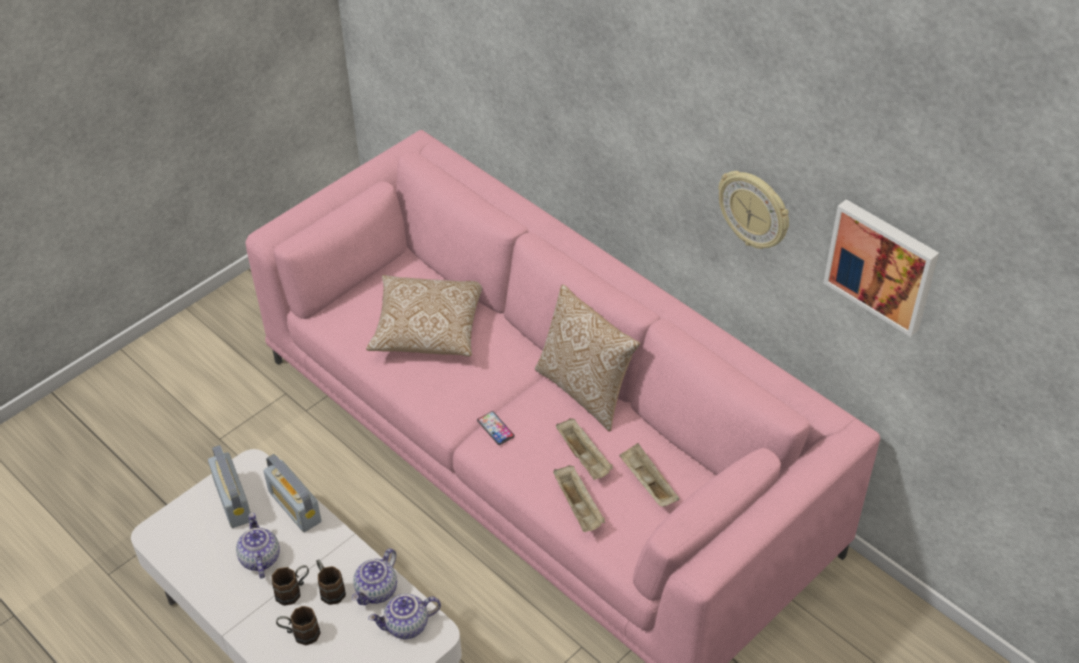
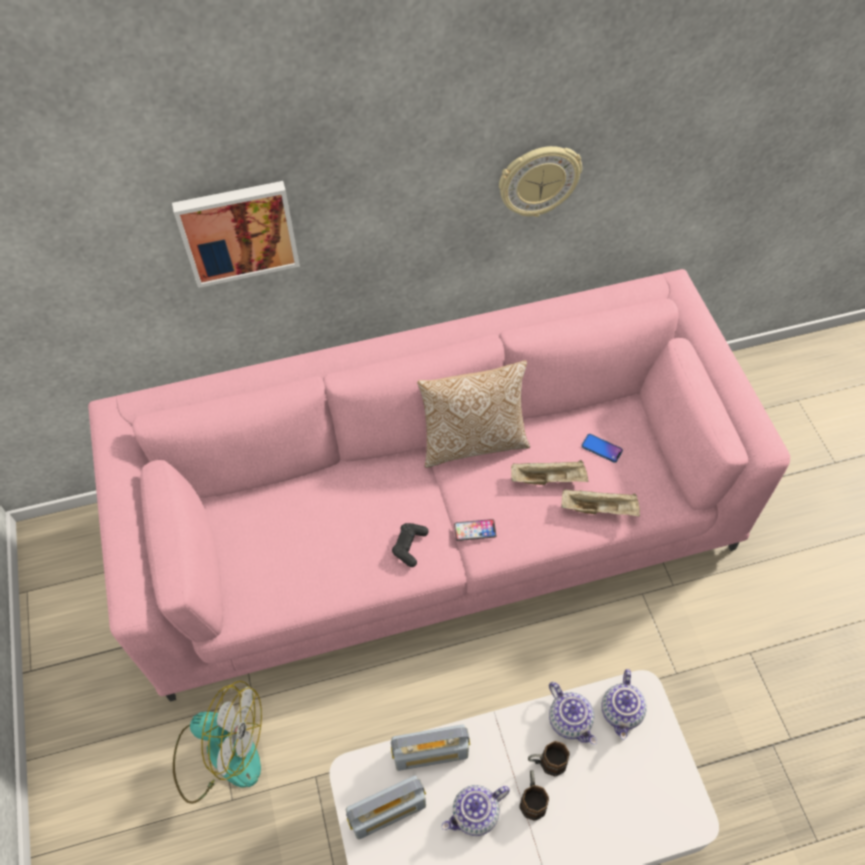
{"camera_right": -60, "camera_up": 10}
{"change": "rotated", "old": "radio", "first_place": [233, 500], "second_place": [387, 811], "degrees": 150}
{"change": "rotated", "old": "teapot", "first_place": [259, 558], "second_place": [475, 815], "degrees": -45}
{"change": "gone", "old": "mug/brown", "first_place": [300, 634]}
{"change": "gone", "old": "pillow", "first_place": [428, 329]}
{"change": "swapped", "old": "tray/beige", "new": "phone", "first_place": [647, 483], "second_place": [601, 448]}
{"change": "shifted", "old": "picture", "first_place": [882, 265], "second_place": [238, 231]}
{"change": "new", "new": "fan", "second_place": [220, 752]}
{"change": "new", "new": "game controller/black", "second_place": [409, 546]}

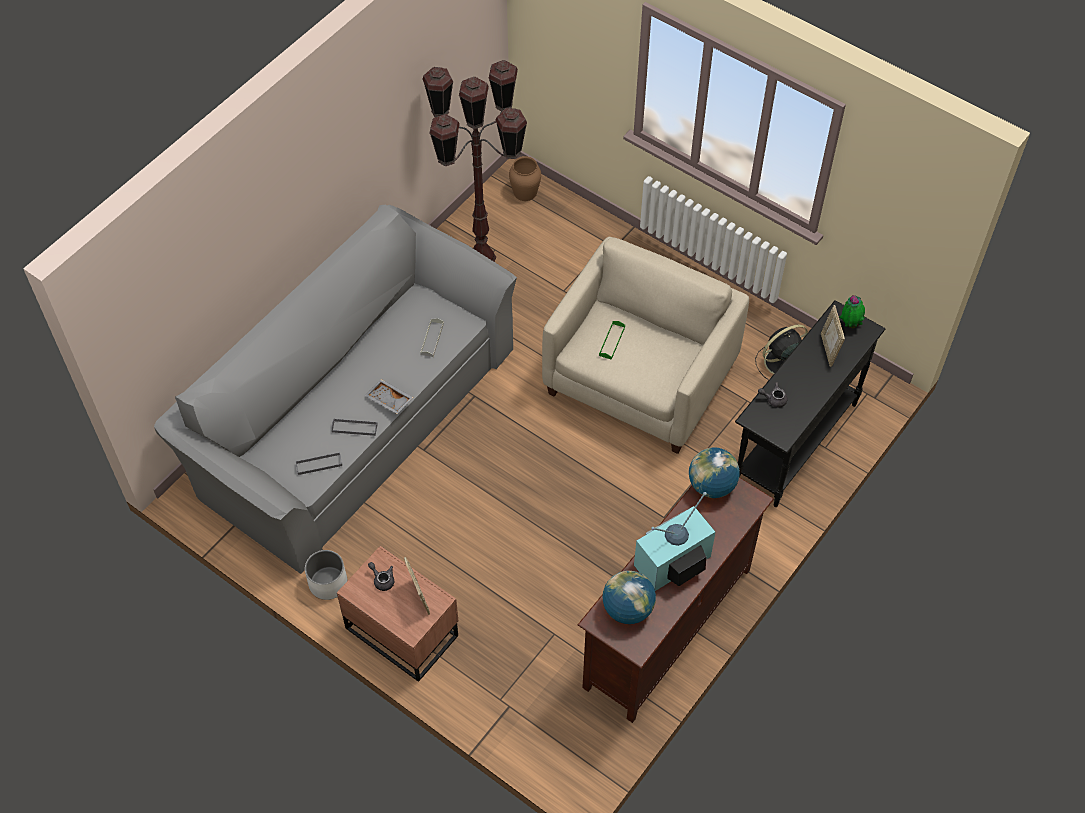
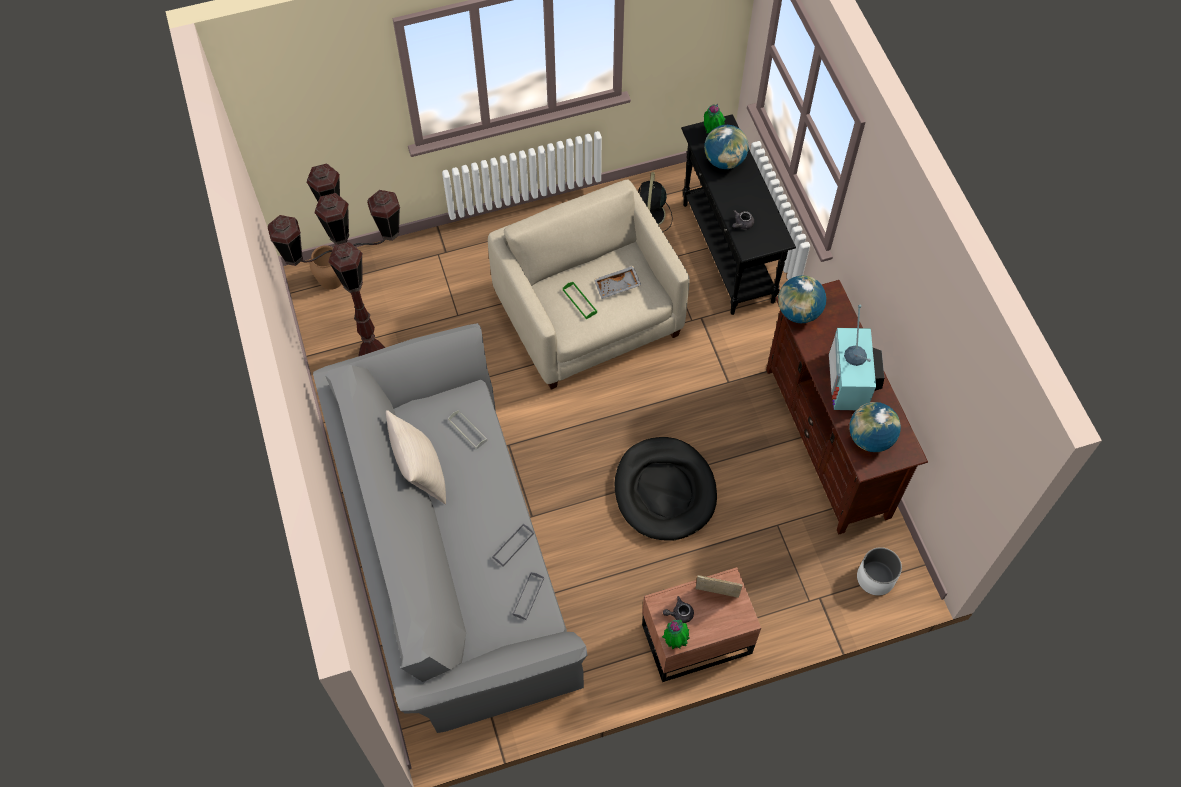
{"camera_right": -55, "camera_up": 5}
{"change": "shifted", "old": "planter/white", "first_place": [328, 583], "second_place": [875, 578]}
{"change": "shifted", "old": "tray/grey", "first_place": [388, 400], "second_place": [617, 286]}
{"change": "swapped", "old": "picture frame", "new": "globe", "first_place": [828, 349], "second_place": [724, 160]}
{"change": "new", "new": "pillow/beige", "second_place": [421, 473]}
{"change": "new", "new": "dog bed/black", "second_place": [665, 491]}
{"change": "new", "new": "potted plant", "second_place": [675, 640]}

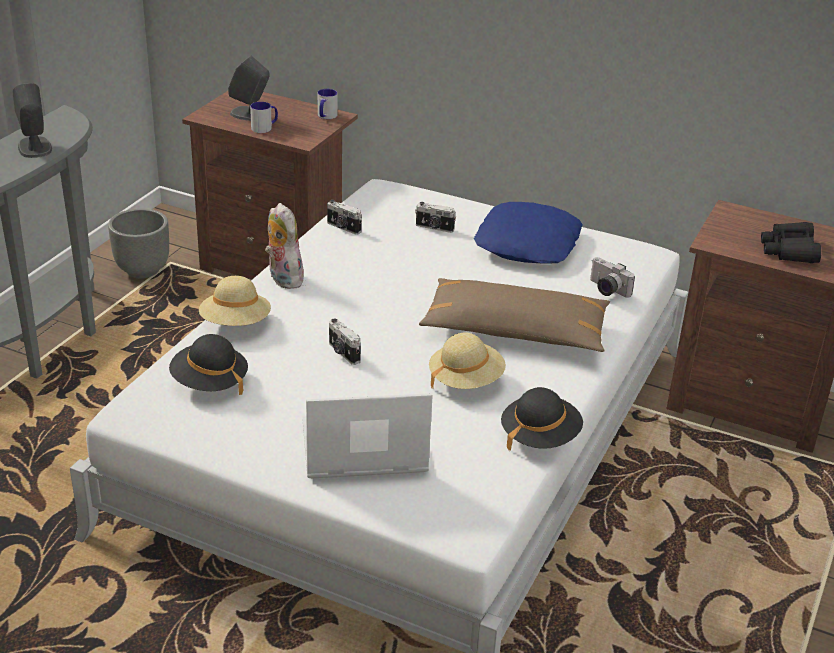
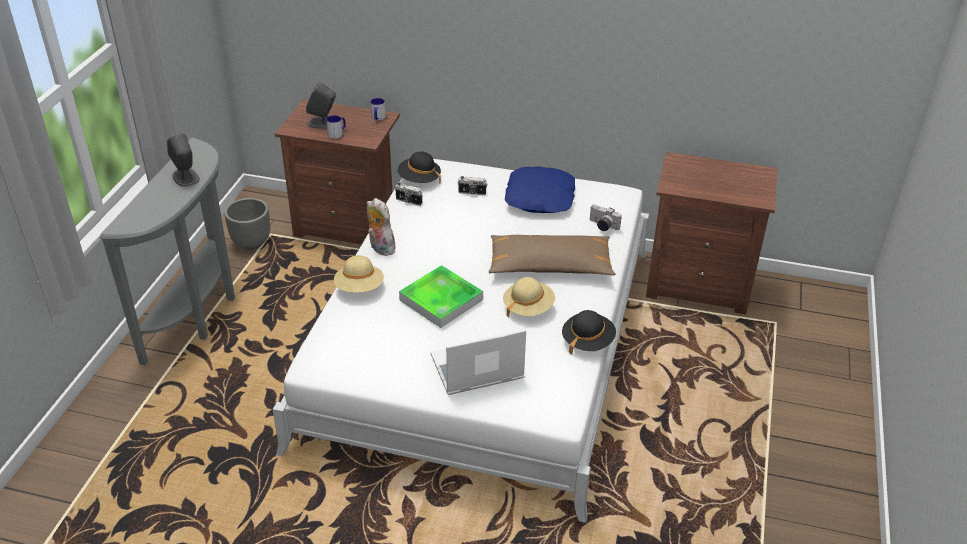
{"camera_right": -10, "camera_up": 5}
{"change": "shifted", "old": "hat/black", "first_place": [209, 382], "second_place": [419, 179]}
{"change": "swapped", "old": "photo camera", "new": "tray", "first_place": [343, 353], "second_place": [441, 300]}
{"change": "gone", "old": "binoculars/black", "first_place": [789, 250]}

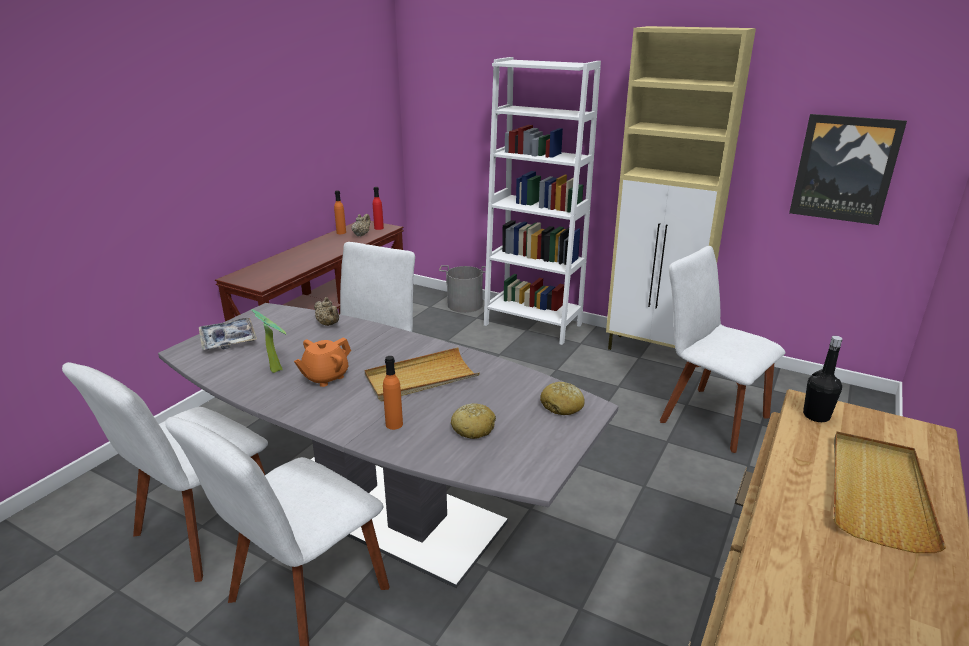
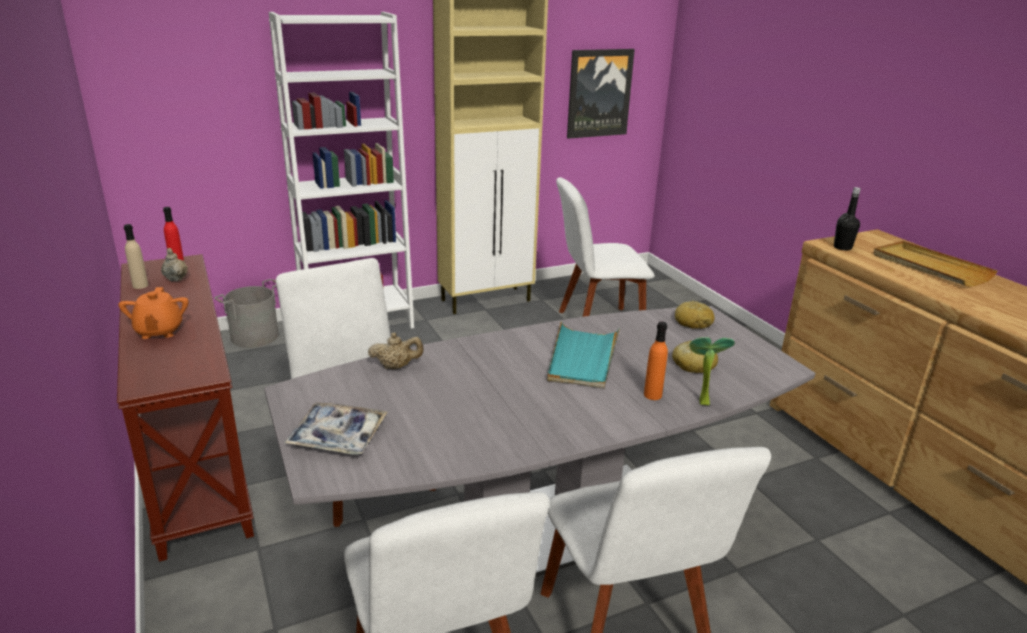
{"camera_right": -55, "camera_up": 0}
{"change": "shifted", "old": "potted plant", "first_place": [277, 369], "second_place": [701, 401]}
{"change": "shifted", "old": "teapot/orange", "first_place": [325, 377], "second_place": [159, 331]}
{"change": "repainted", "old": "bottle/orange", "new": "bottle/beige", "first_place": [341, 232], "second_place": [140, 286]}
{"change": "repainted", "old": "tray/beige", "new": "tray/turquoise", "first_place": [421, 378], "second_place": [582, 358]}

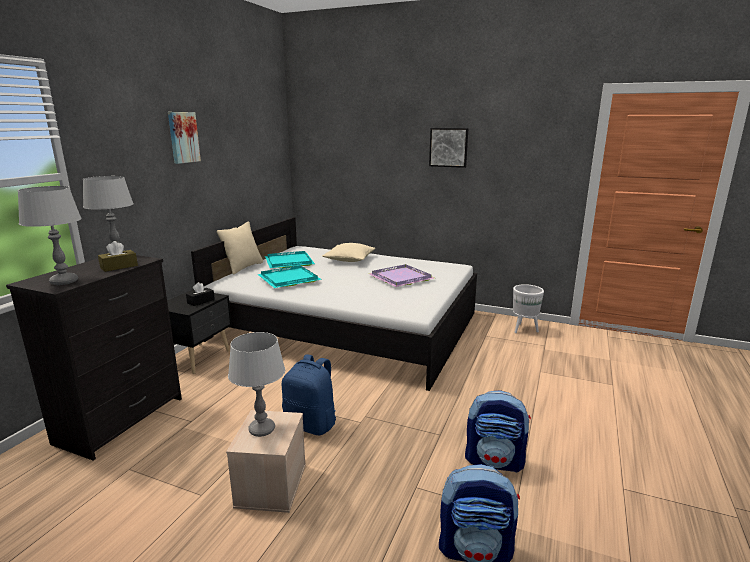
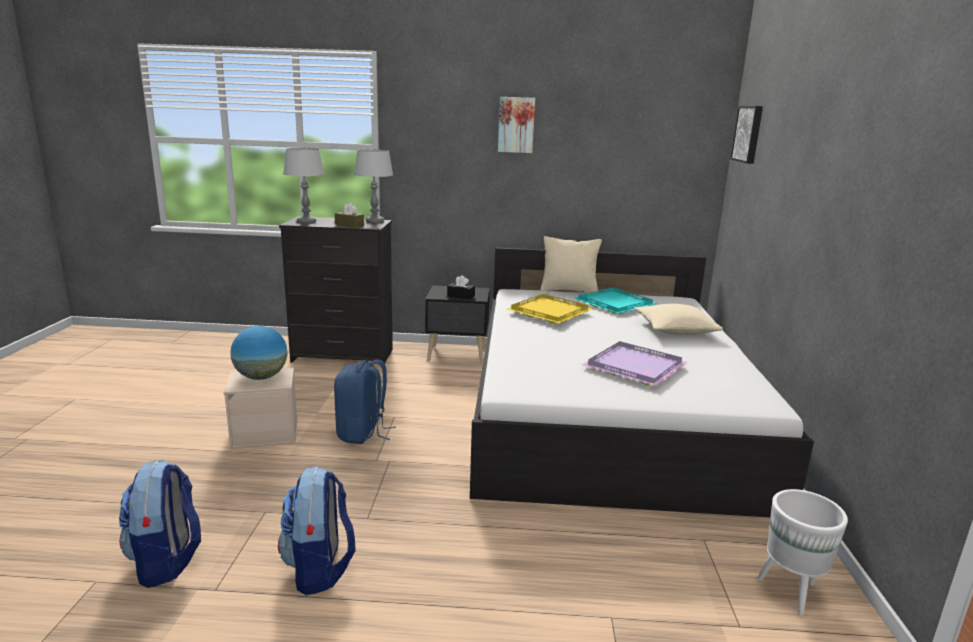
{"camera_right": 70, "camera_up": 0}
{"change": "swapped", "old": "table lamp/grey", "new": "globe", "first_place": [262, 430], "second_place": [261, 377]}
{"change": "repainted", "old": "tray/turquoise", "new": "tray/yellow", "first_place": [287, 279], "second_place": [549, 311]}
{"change": "shifted", "old": "picture", "first_place": [448, 147], "second_place": [749, 134]}

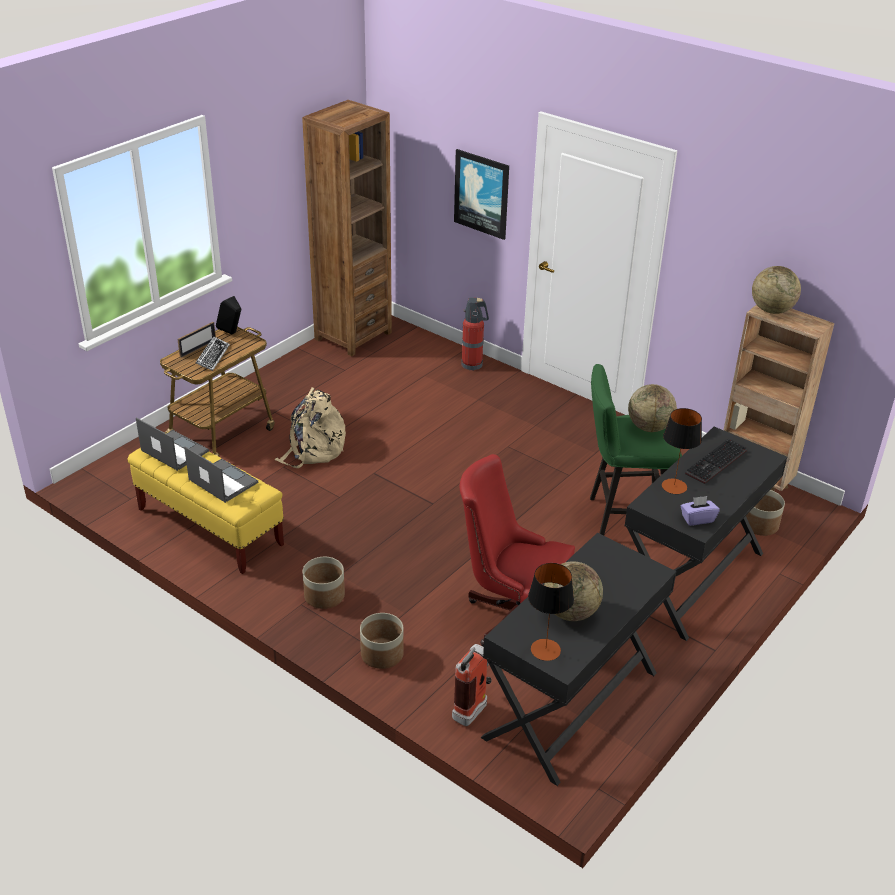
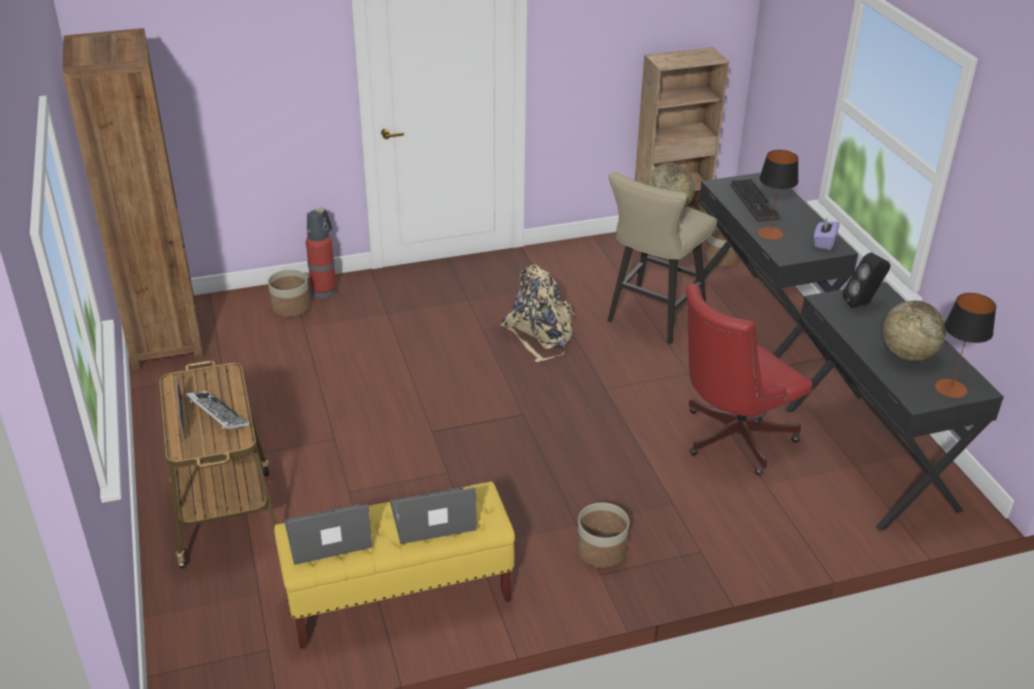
{"camera_right": -55, "camera_up": 0}
{"change": "shifted", "old": "speaker/black", "first_place": [232, 333], "second_place": [862, 304]}
{"change": "shifted", "old": "backpack/beige", "first_place": [313, 450], "second_place": [540, 335]}
{"change": "shifted", "old": "planter", "first_place": [381, 654], "second_place": [291, 307]}
{"change": "gone", "old": "fire extinguisher", "first_place": [473, 707]}
{"change": "gone", "old": "picture", "first_place": [482, 193]}
{"change": "repainted", "old": "stool/green", "new": "stool/beige", "first_place": [621, 519], "second_place": [651, 319]}
{"change": "gone", "old": "globe", "first_place": [771, 310]}

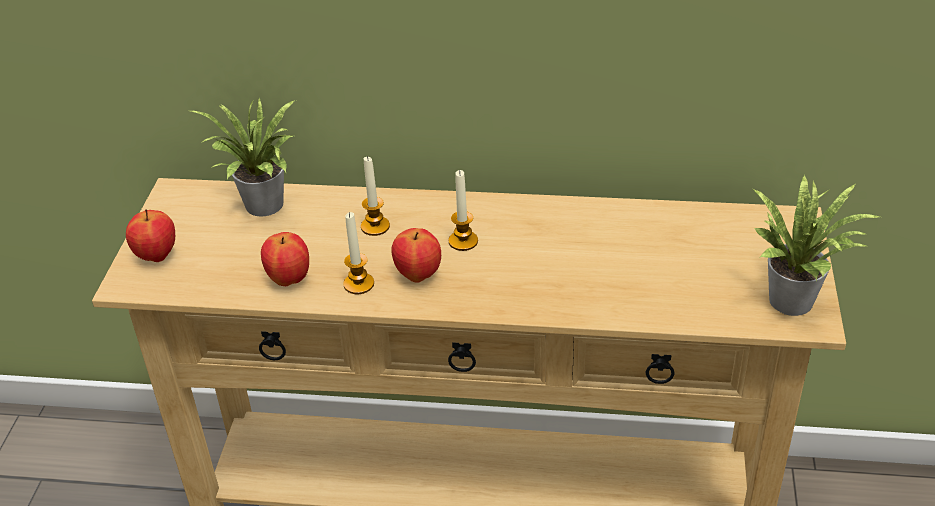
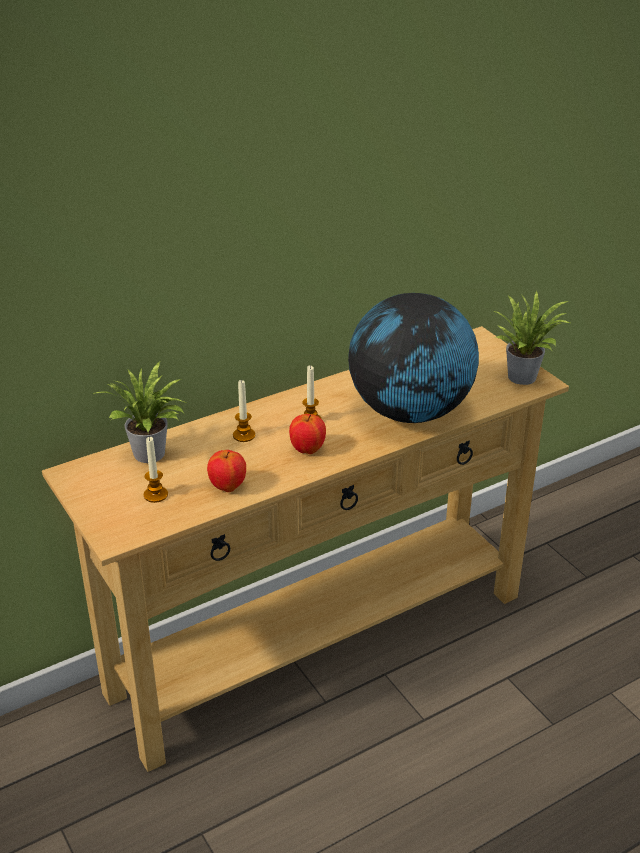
{"camera_right": -40, "camera_up": -5}
{"change": "gone", "old": "apple", "first_place": [157, 256]}
{"change": "shifted", "old": "candle", "first_place": [359, 284], "second_place": [155, 495]}
{"change": "new", "new": "globe", "second_place": [410, 412]}

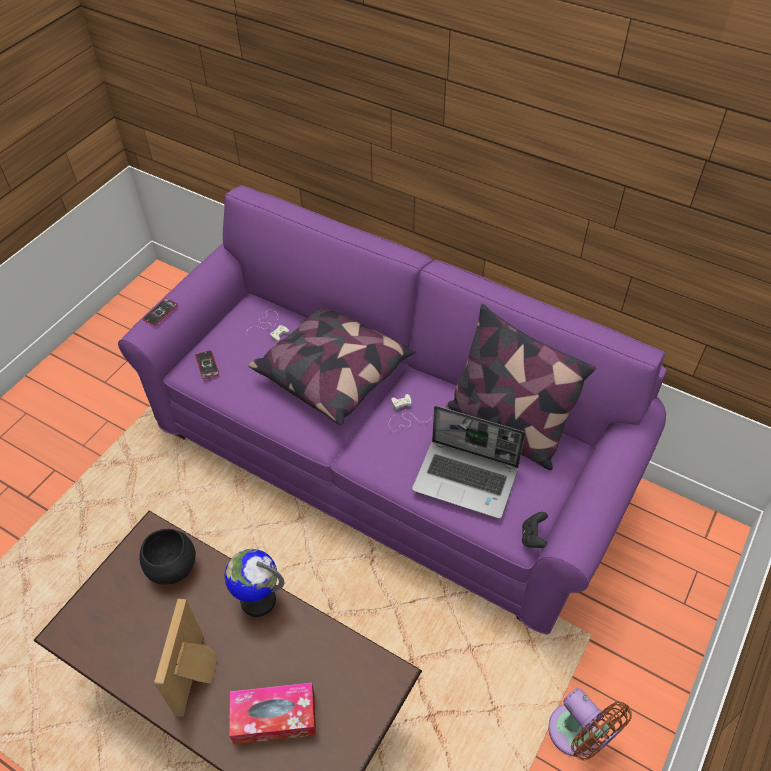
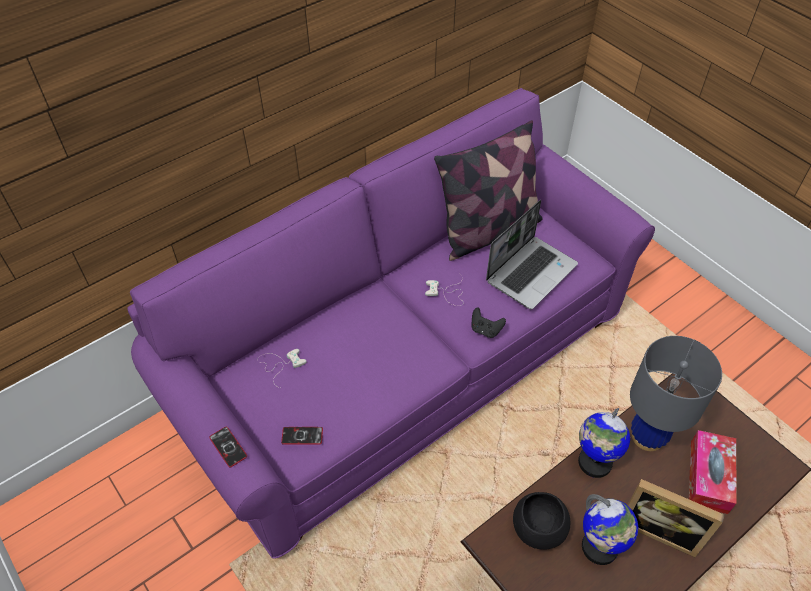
{"camera_right": -70, "camera_up": 0}
{"change": "gone", "old": "pillow", "first_place": [334, 372]}
{"change": "shifted", "old": "game controller/black", "first_place": [533, 537], "second_place": [485, 330]}
{"change": "gone", "old": "fan/brown", "first_place": [578, 735]}
{"change": "new", "new": "globe", "second_place": [599, 547]}
{"change": "new", "new": "table lamp/grey", "second_place": [648, 436]}

